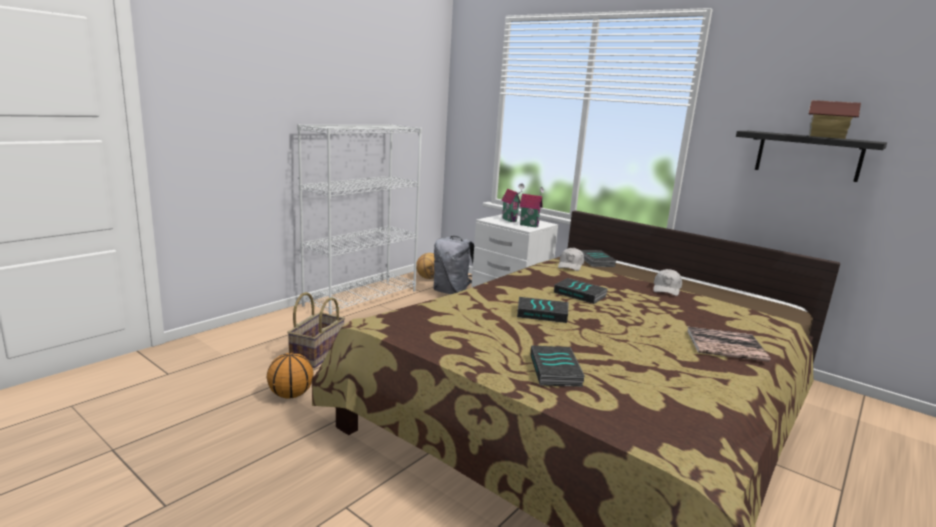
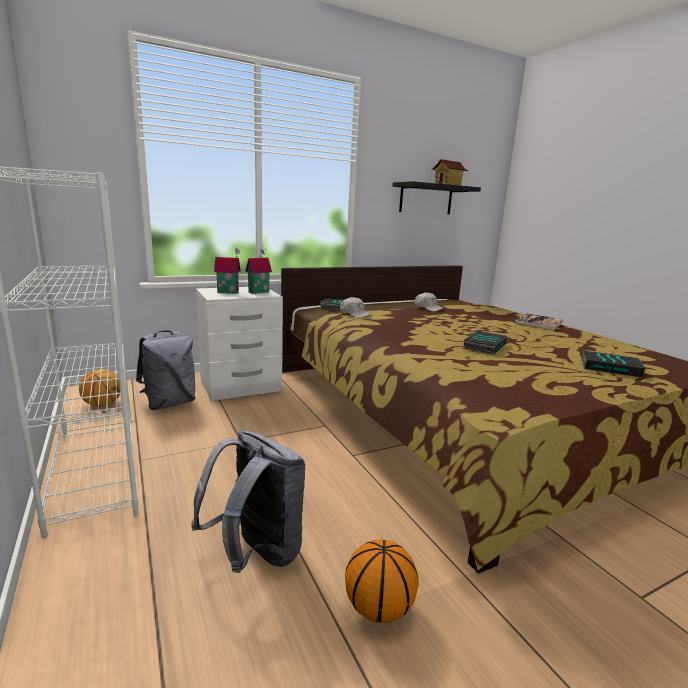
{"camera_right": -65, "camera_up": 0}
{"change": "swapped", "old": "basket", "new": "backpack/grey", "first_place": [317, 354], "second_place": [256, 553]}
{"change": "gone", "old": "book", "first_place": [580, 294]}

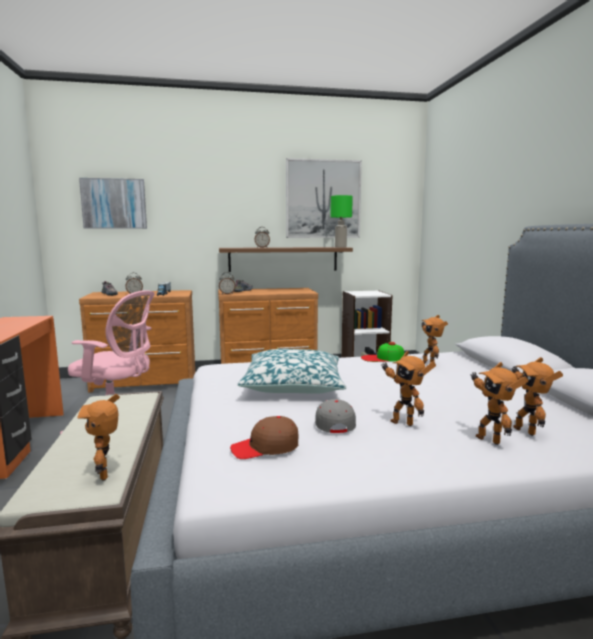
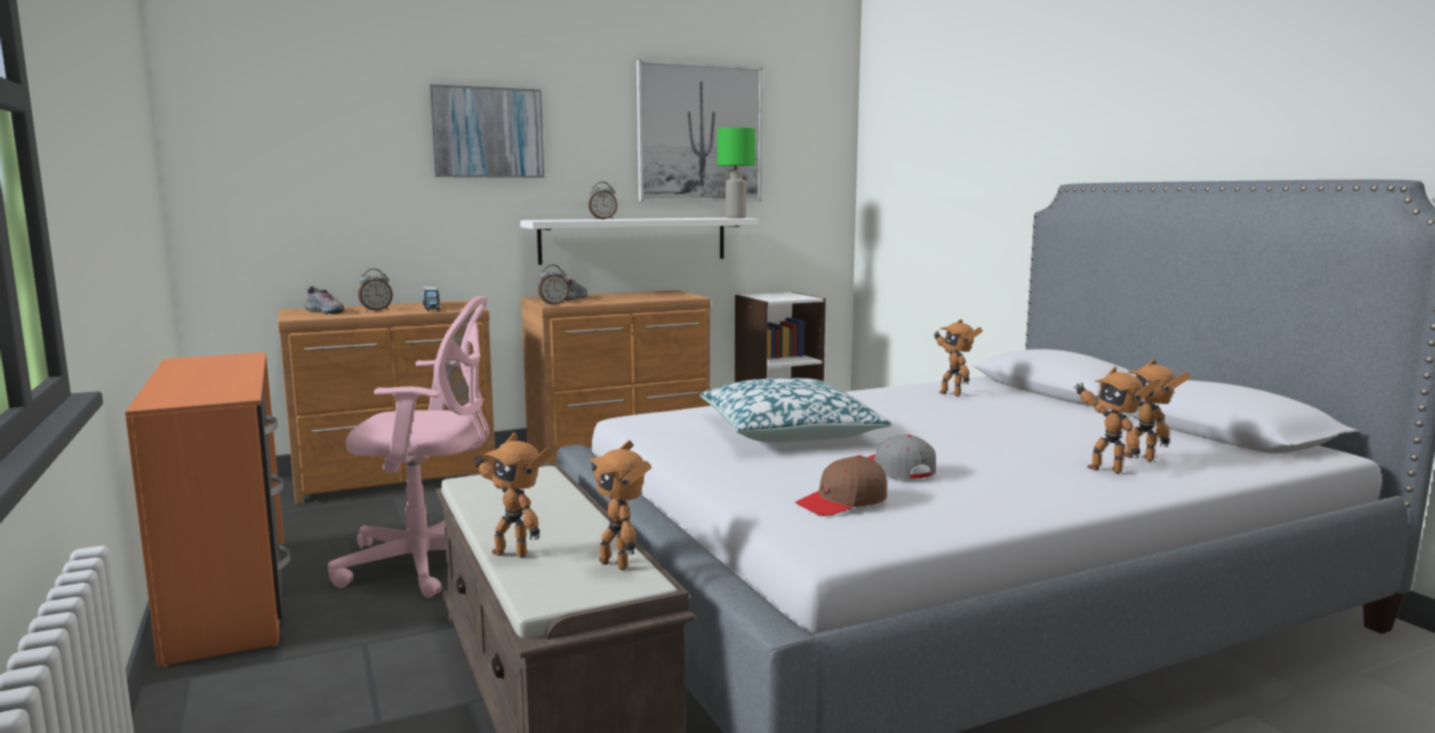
{"camera_right": -15, "camera_up": 0}
{"change": "shifted", "old": "picture", "first_place": [114, 203], "second_place": [487, 133]}
{"change": "repainted", "old": "shelf/brown", "new": "shelf/white", "first_place": [283, 259], "second_place": [634, 240]}
{"change": "gone", "old": "cap", "first_place": [382, 358]}
{"change": "shifted", "old": "toy robot", "first_place": [402, 422], "second_place": [512, 552]}

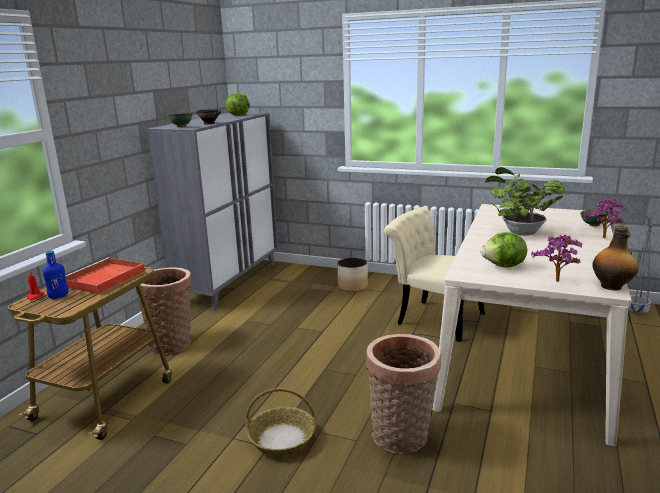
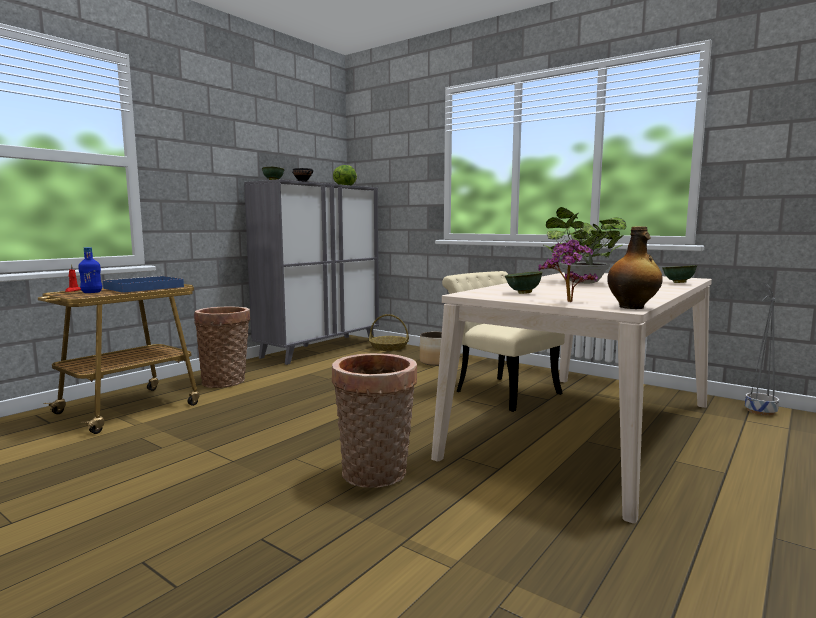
{"camera_right": 15, "camera_up": -10}
{"change": "repainted", "old": "tray/red", "new": "tray/blue", "first_place": [103, 279], "second_place": [142, 288]}
{"change": "shifted", "old": "basket", "first_place": [282, 439], "second_place": [389, 348]}
{"change": "swapped", "old": "lettuce", "new": "bowl/green", "first_place": [504, 266], "second_place": [523, 293]}
{"change": "gone", "old": "potted plant", "first_place": [604, 239]}

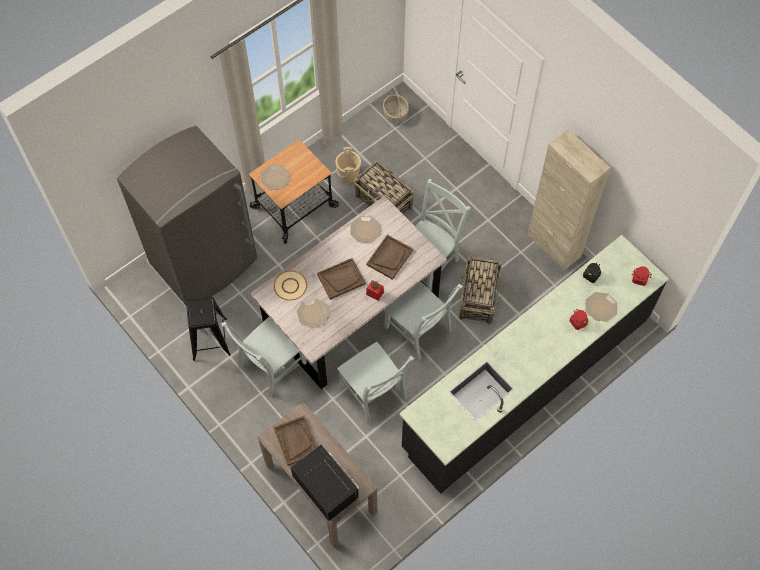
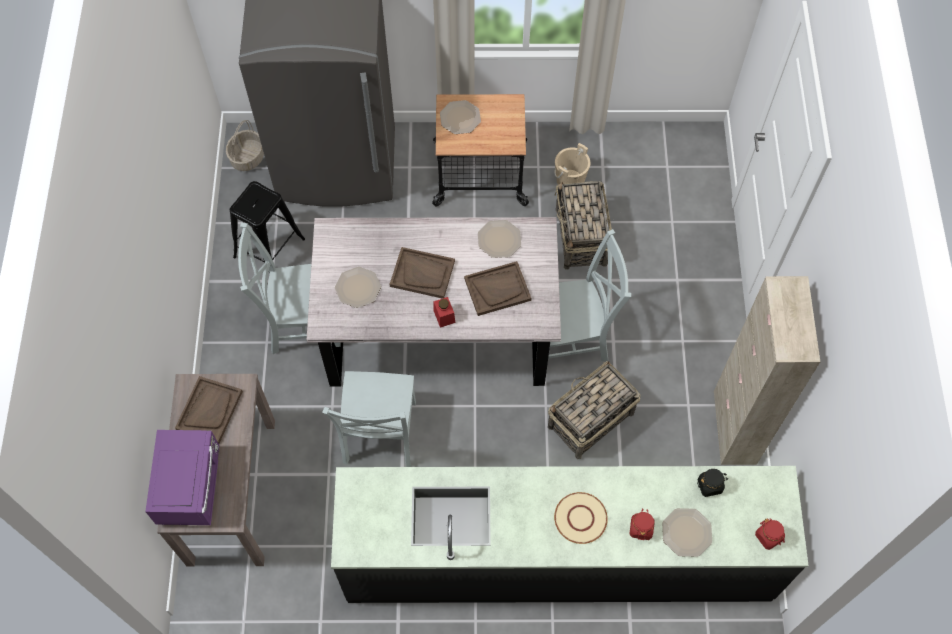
{"camera_right": 40, "camera_up": 0}
{"change": "shifted", "old": "plate/beige", "first_place": [290, 286], "second_place": [580, 518]}
{"change": "repainted", "old": "microwave/black", "new": "microwave/purple", "first_place": [325, 487], "second_place": [191, 486]}
{"change": "shifted", "old": "basket", "first_place": [395, 114], "second_place": [247, 157]}
{"change": "gone", "old": "chair/grey", "first_place": [419, 331]}

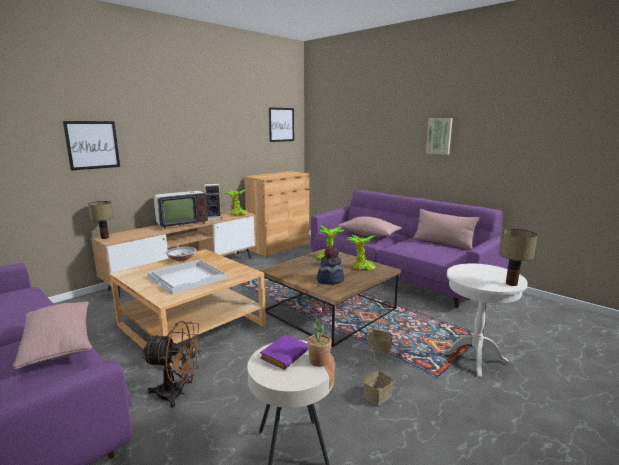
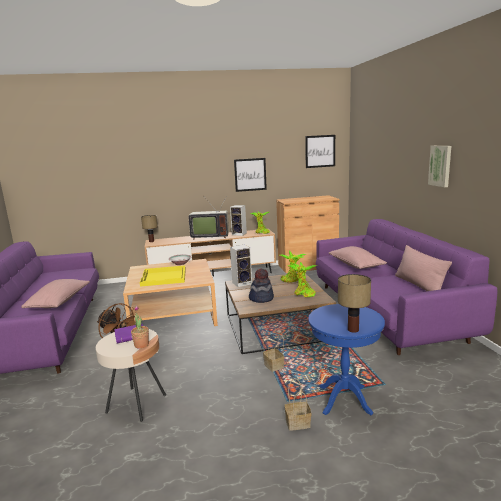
{"camera_right": 35, "camera_up": 0}
{"change": "shifted", "old": "picture", "first_place": [92, 145], "second_place": [250, 174]}
{"change": "repainted", "old": "tray/white", "new": "tray/yellow", "first_place": [188, 278], "second_place": [164, 277]}
{"change": "shifted", "old": "basket", "first_place": [377, 395], "second_place": [298, 423]}
{"change": "repainted", "old": "side table/white", "new": "side table/blue", "first_place": [475, 358], "second_place": [344, 399]}
{"change": "new", "new": "speaker", "second_place": [242, 283]}

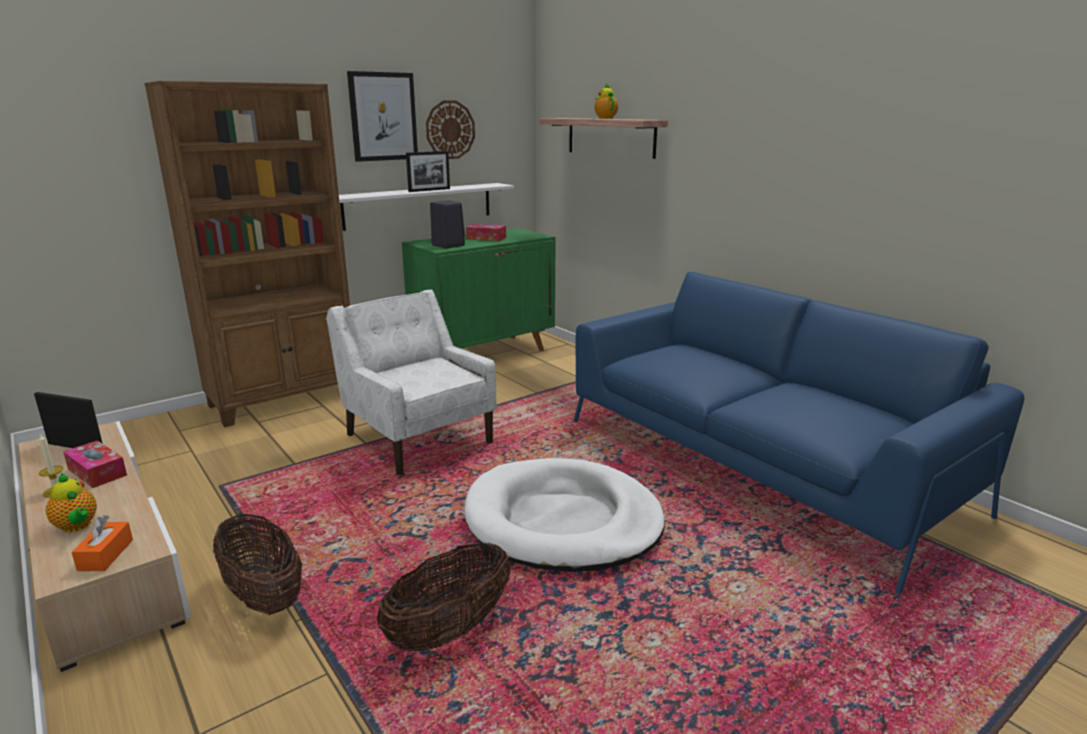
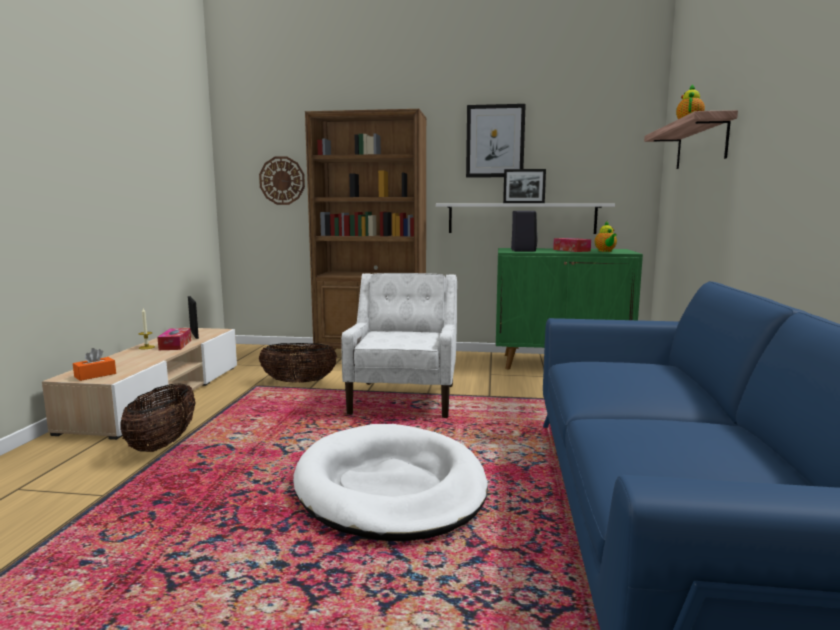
{"camera_right": 45, "camera_up": -10}
{"change": "shifted", "old": "teapot", "first_place": [77, 526], "second_place": [605, 251]}
{"change": "shifted", "old": "basket", "first_place": [450, 630], "second_place": [299, 382]}
{"change": "shifted", "old": "wall clock", "first_place": [450, 130], "second_place": [282, 180]}

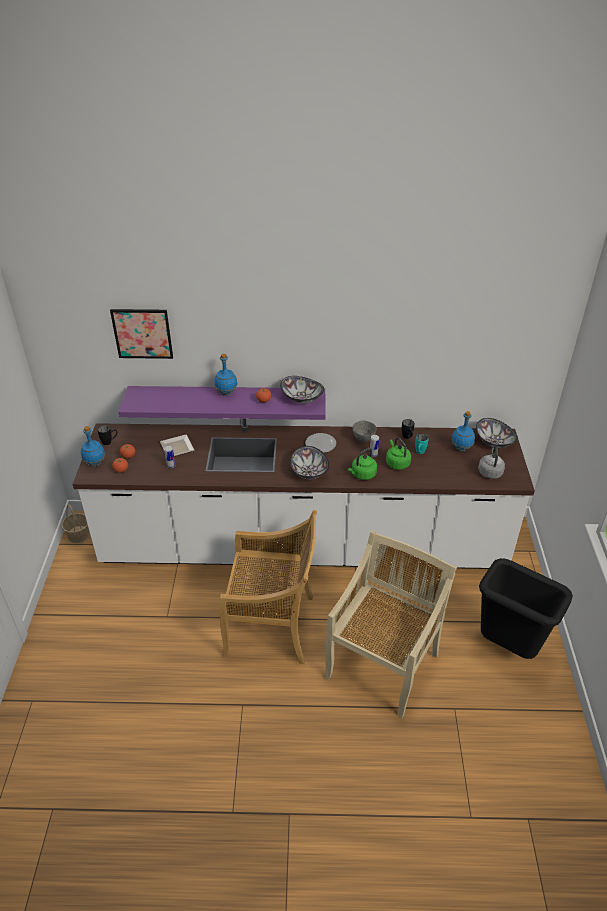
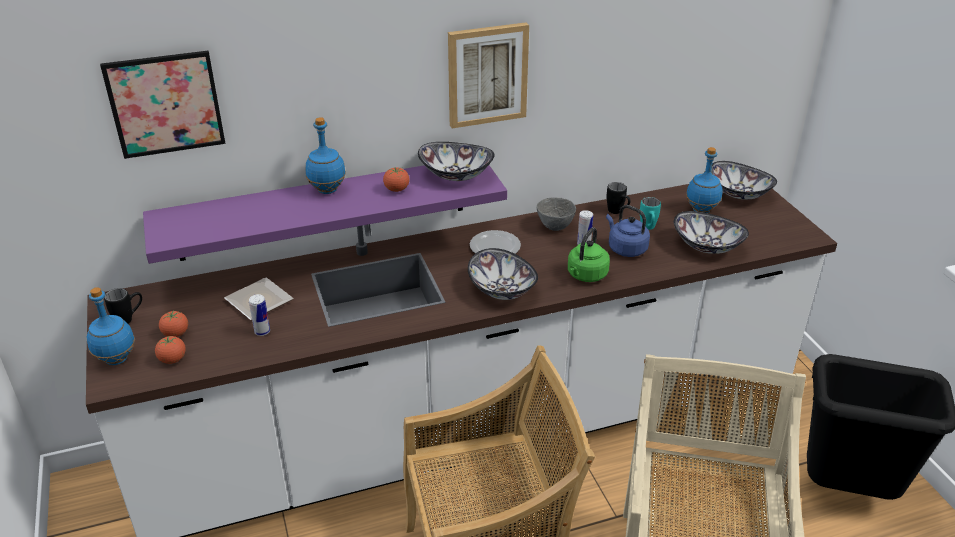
{"camera_right": -20, "camera_up": -5}
{"change": "gone", "old": "basket", "first_place": [78, 534]}
{"change": "repainted", "old": "kettle/green", "new": "kettle/blue", "first_place": [397, 463], "second_place": [625, 248]}
{"change": "gone", "old": "kettle/grey", "first_place": [490, 472]}
{"change": "new", "new": "picture", "second_place": [487, 74]}
{"change": "new", "new": "bowl", "second_place": [706, 247]}

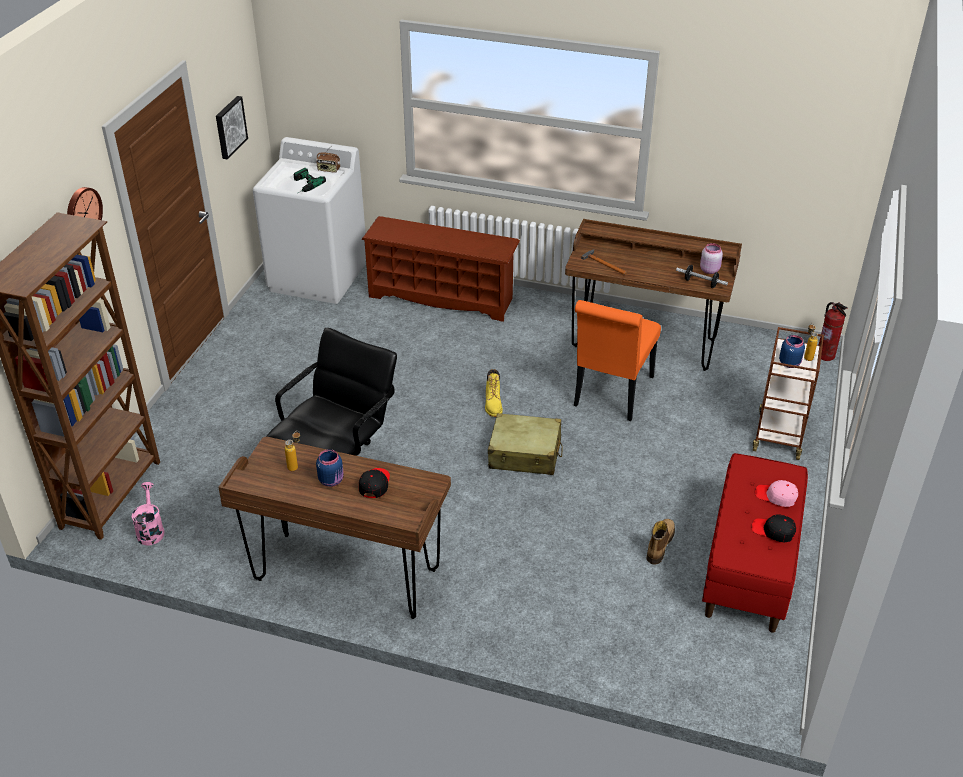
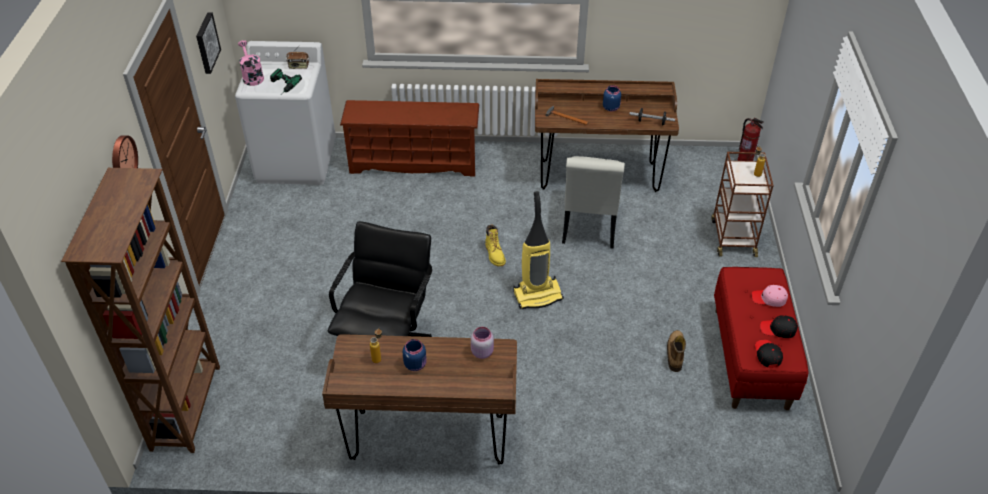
{"camera_right": -15, "camera_up": 5}
{"change": "shifted", "old": "watering can/pink", "first_place": [150, 530], "second_place": [252, 76]}
{"change": "shifted", "old": "cap/black", "first_place": [374, 484], "second_place": [767, 355]}
{"change": "swapped", "old": "suitcase/beige", "new": "vacuum cleaner", "first_place": [525, 454], "second_place": [538, 295]}
{"change": "repainted", "old": "chair/orange", "new": "chair/white", "first_place": [611, 395], "second_place": [589, 228]}
{"change": "shifted", "old": "jar/pink", "first_place": [709, 270], "second_place": [482, 352]}
{"change": "shifted", "old": "jar/blue", "first_place": [790, 363], "second_place": [611, 107]}

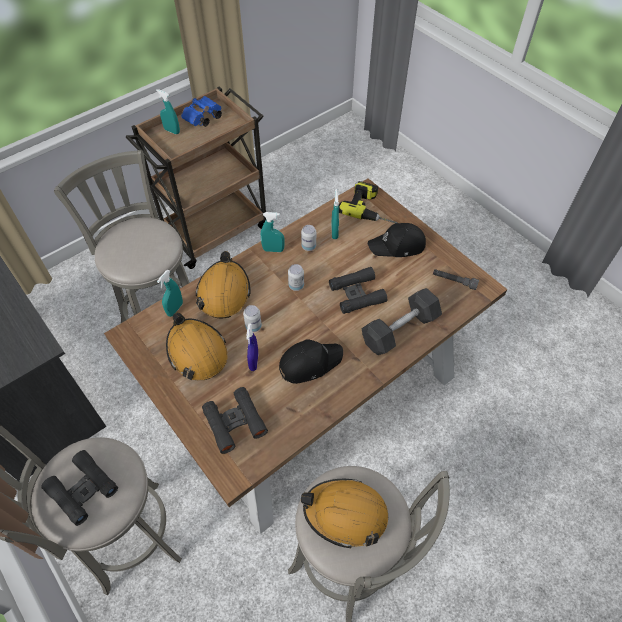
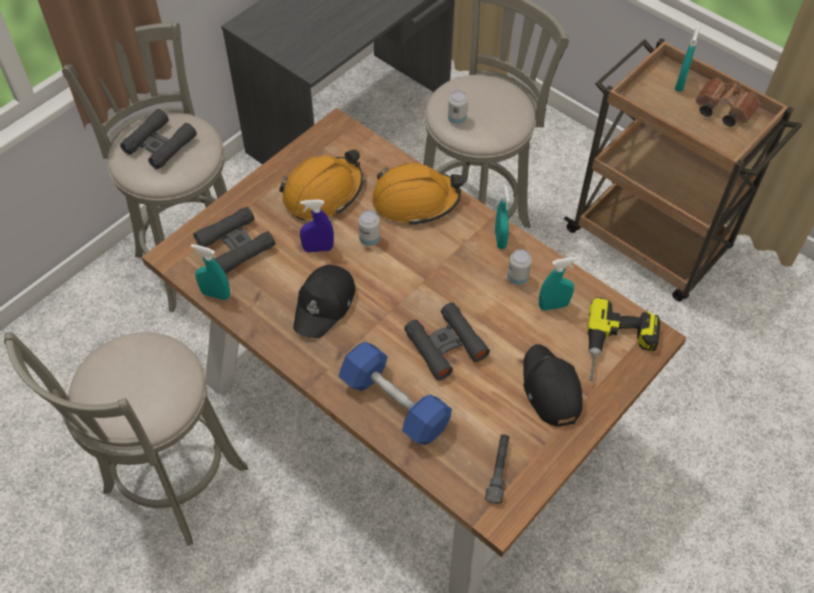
{"camera_right": 80, "camera_up": 0}
{"change": "shifted", "old": "spray bottle/turquoise", "first_place": [175, 309], "second_place": [215, 294]}
{"change": "repainted", "old": "binoculars/blue", "new": "binoculars/brown", "first_place": [203, 119], "second_place": [721, 110]}
{"change": "rotated", "old": "cap/black", "first_place": [309, 363], "second_place": [325, 305], "degrees": 60}
{"change": "shifted", "old": "can", "first_place": [296, 286], "second_place": [457, 119]}
{"change": "gone", "old": "hard hat/orange", "first_place": [345, 514]}
{"change": "repainted", "old": "dumbbell/grey", "new": "dumbbell/blue", "first_place": [400, 329], "second_place": [394, 403]}

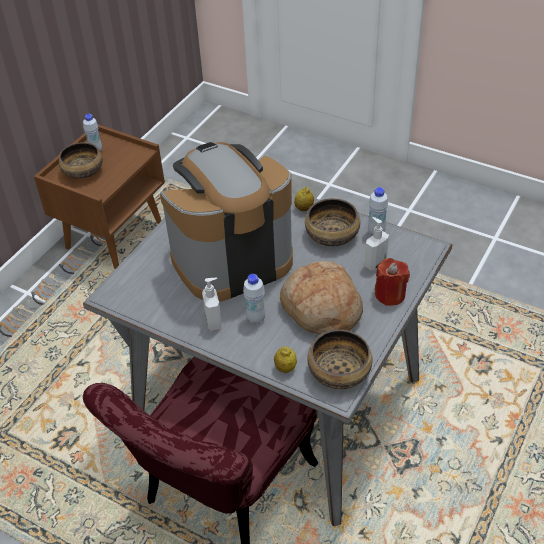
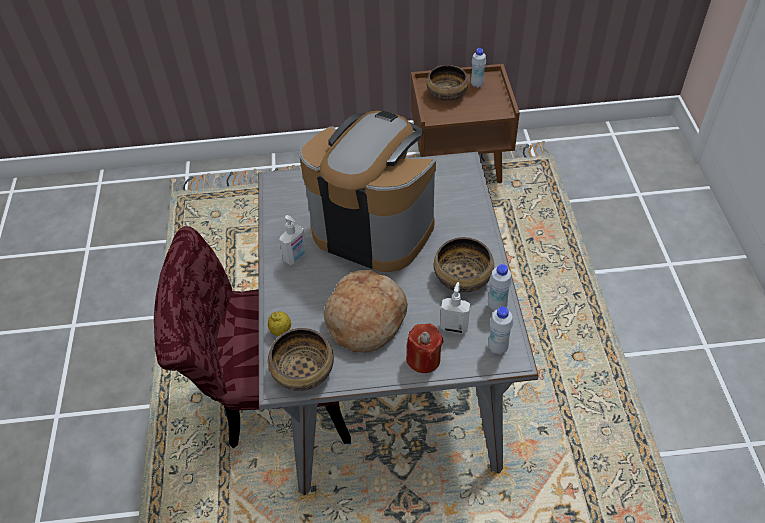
{"camera_right": 55, "camera_up": 5}
{"change": "shifted", "old": "bottle/white", "first_place": [256, 318], "second_place": [497, 348]}
{"change": "gone", "old": "lemon", "first_place": [304, 208]}

